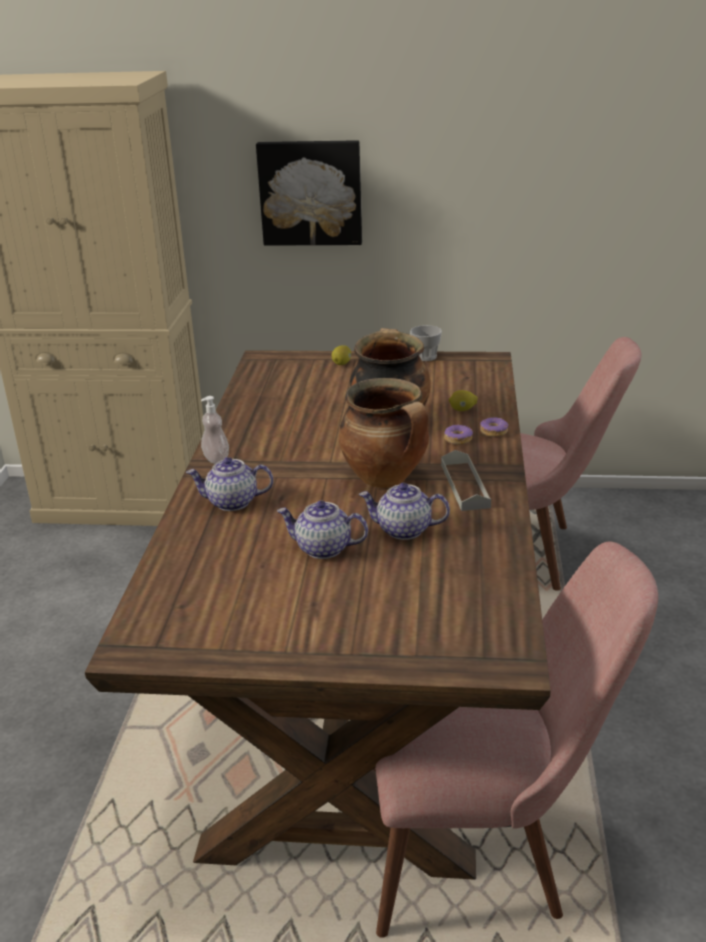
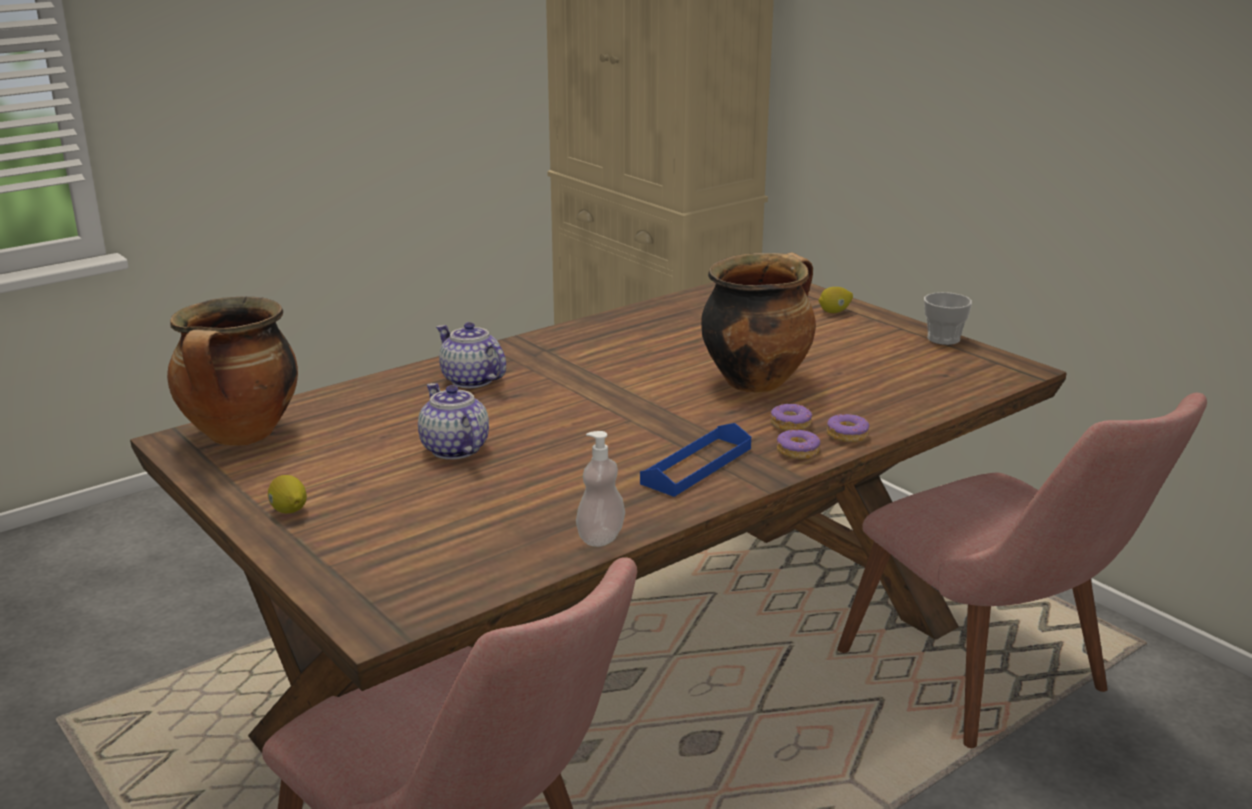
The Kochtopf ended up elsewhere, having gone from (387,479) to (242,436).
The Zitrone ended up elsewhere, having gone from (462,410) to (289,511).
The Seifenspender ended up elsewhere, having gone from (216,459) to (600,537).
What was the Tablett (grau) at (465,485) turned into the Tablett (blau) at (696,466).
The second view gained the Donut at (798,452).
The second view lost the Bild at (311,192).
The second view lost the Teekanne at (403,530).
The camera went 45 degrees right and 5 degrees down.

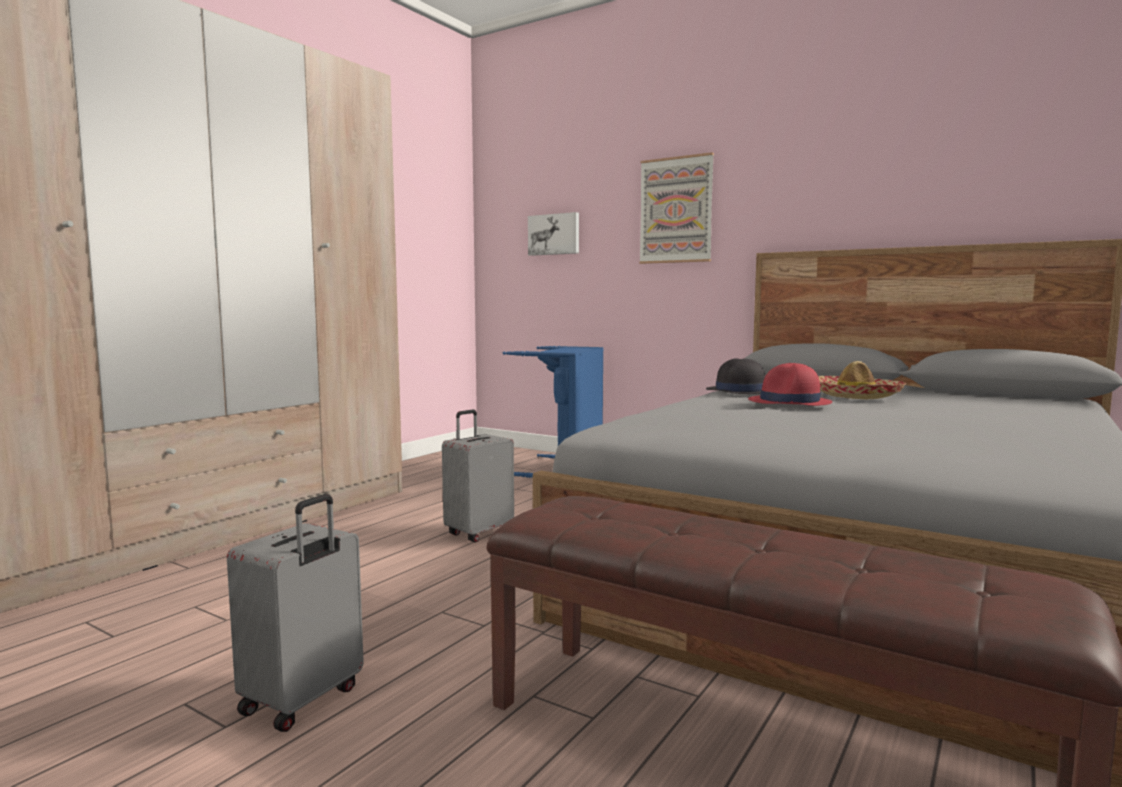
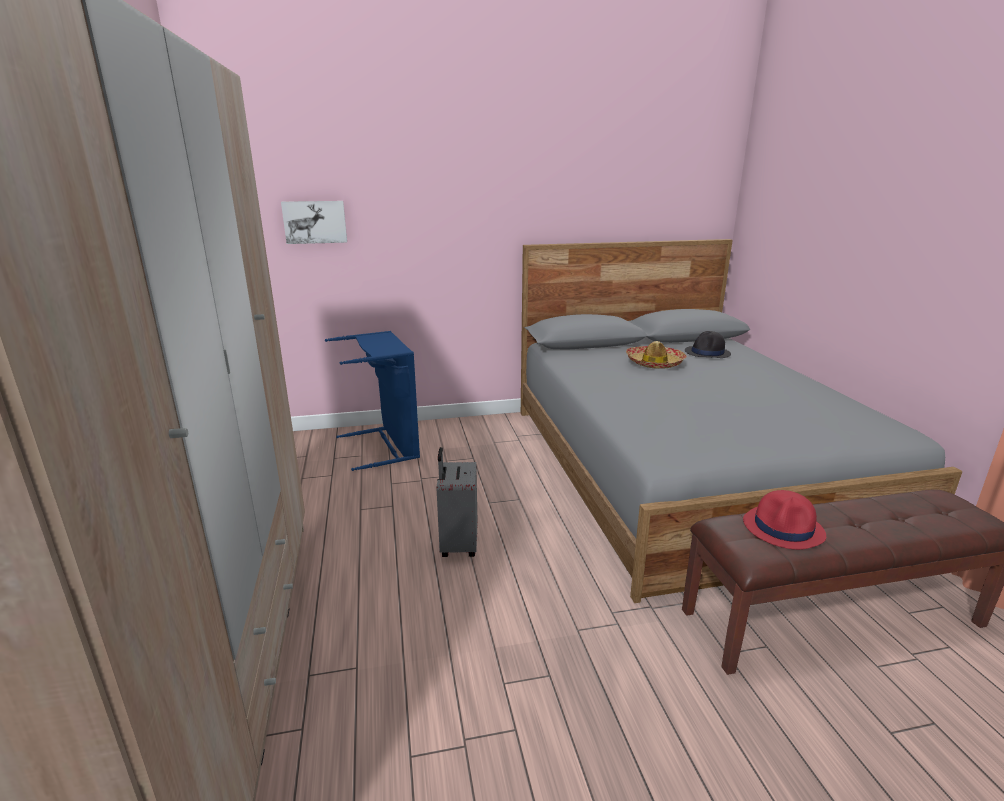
The Hut (schwarz) ended up elsewhere, having gone from (739,392) to (707,353).
The Hut (rot) ended up elsewhere, having gone from (789,402) to (784,528).
The second view lost the Koffer (grau) at (303,700).
The second view lost the Bild at (676,210).
The camera went 45 degrees left and 15 degrees up.

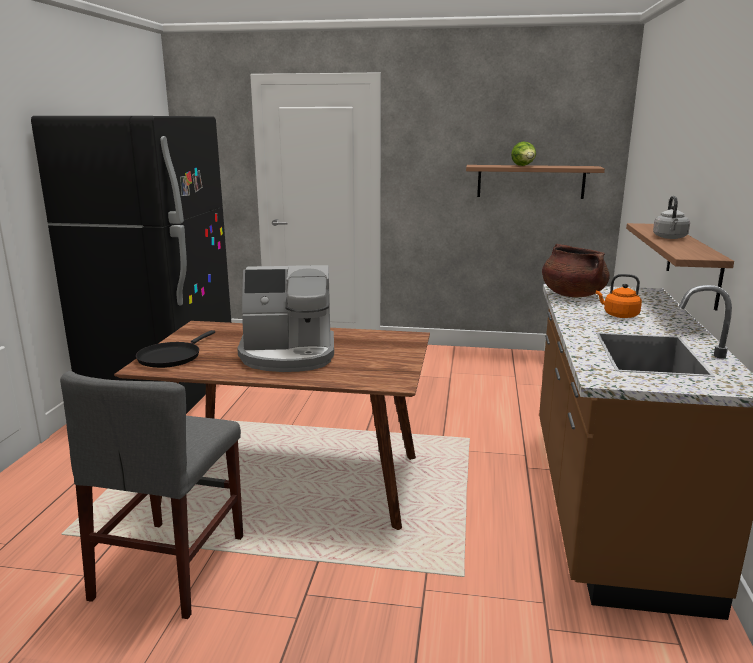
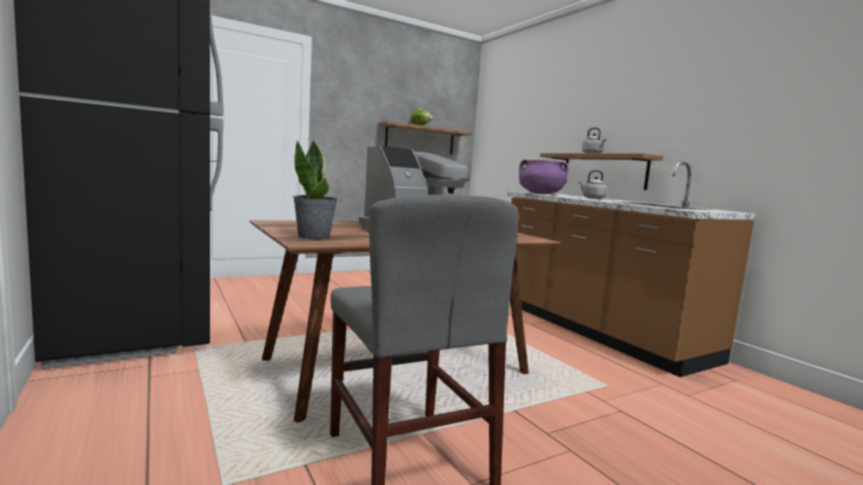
Where the Pfanne (schwarz) stood at (171,357), the Topfpflanze came to stand at (314,236).
What was the Kochtopf (braun) at (572,295) turned into the Kochtopf (lila) at (540,194).
What was the Wasserkessel (orange) at (618,315) turned into the Wasserkessel (grau) at (592,198).
The camera went 40 degrees left and 10 degrees down.

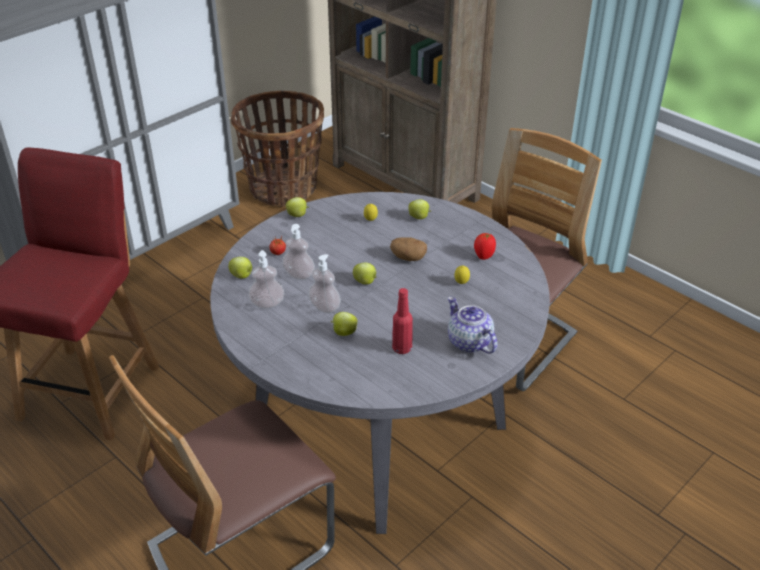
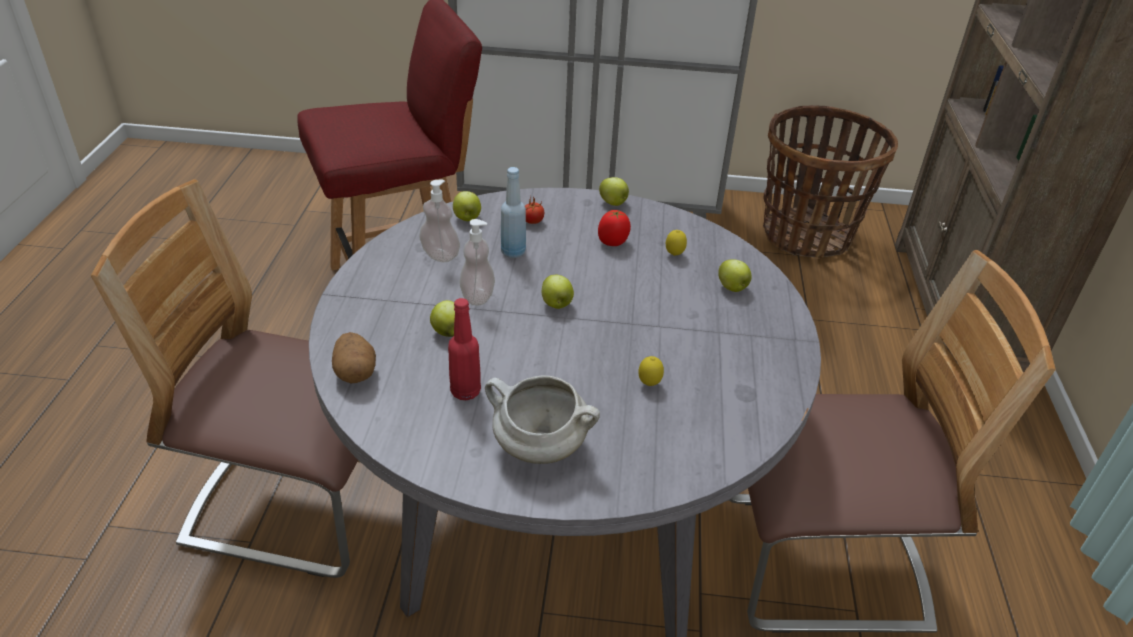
The Kartoffel ended up elsewhere, having gone from (408,257) to (355,372).
Where the Teekanne stood at (468,342), the Kochtopf (weiß) came to stand at (538,447).
Where the Seifenspender stood at (299,274), the Flasche (blau) came to stand at (513,252).
The Tomate ended up elsewhere, having gone from (484,256) to (613,242).
The camera went 50 degrees right and 0 degrees up.

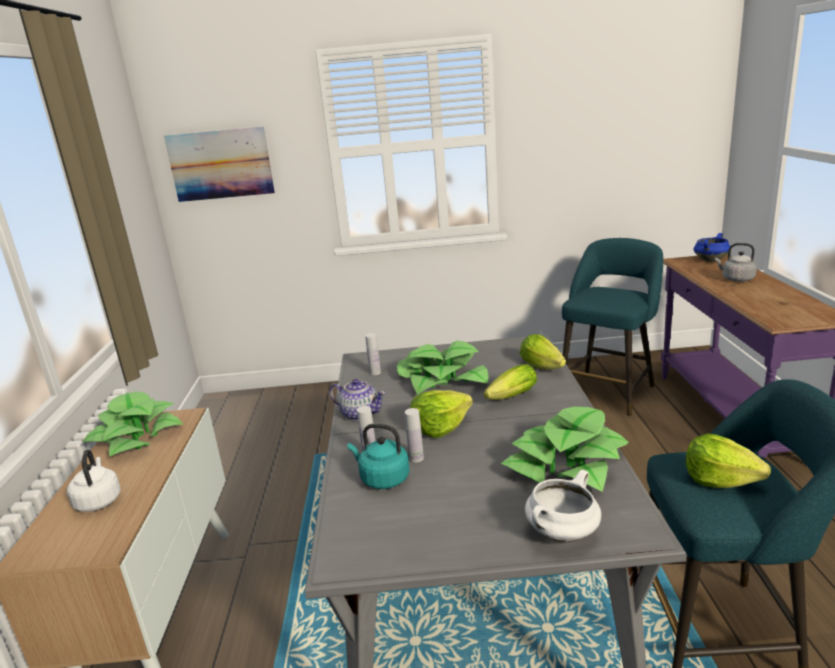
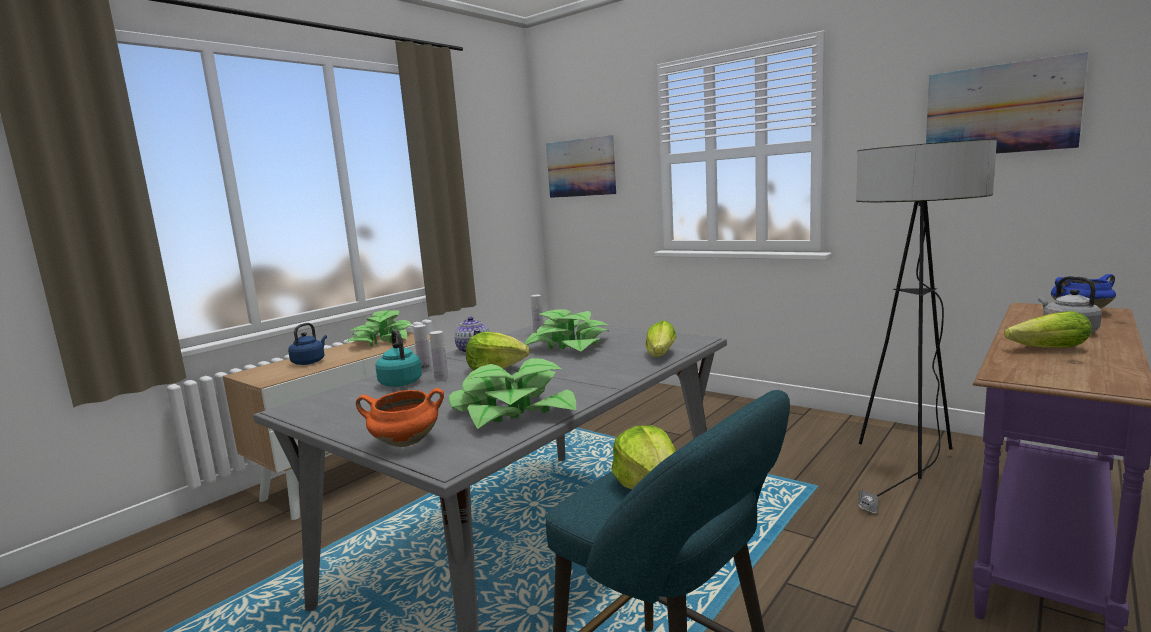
What was the Wasserkessel (weiß) at (99,500) turned into the Wasserkessel (blau) at (310,362).
What was the Kochtopf (weiß) at (562,534) turned into the Kochtopf (orange) at (404,443).
Where the Hocker (türkis) stood at (608,391), the Stehlampe came to stand at (907,465).
The second view gained the Bild at (1000,109).
The Salatkopf ended up elsewhere, having gone from (509,398) to (1044,349).
The camera went 40 degrees right and 10 degrees down.

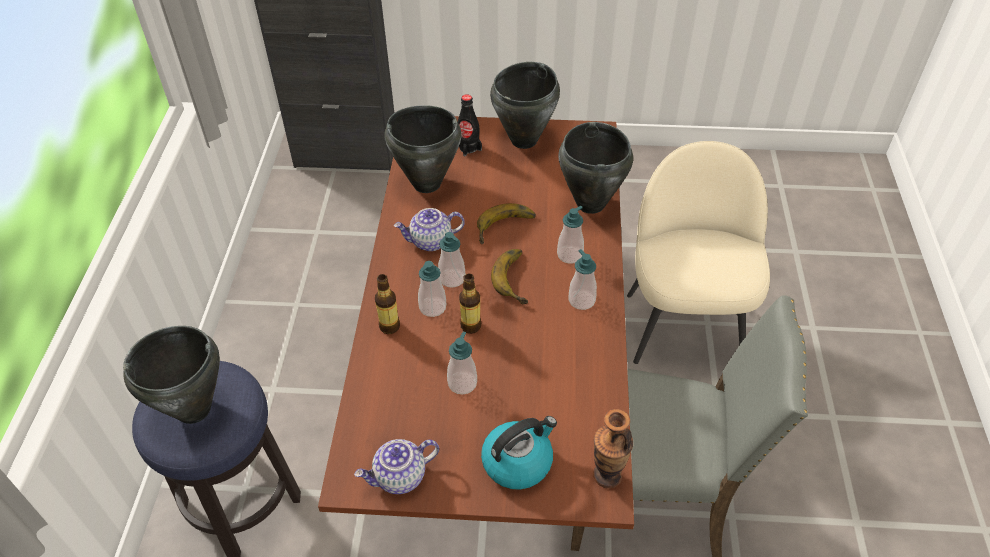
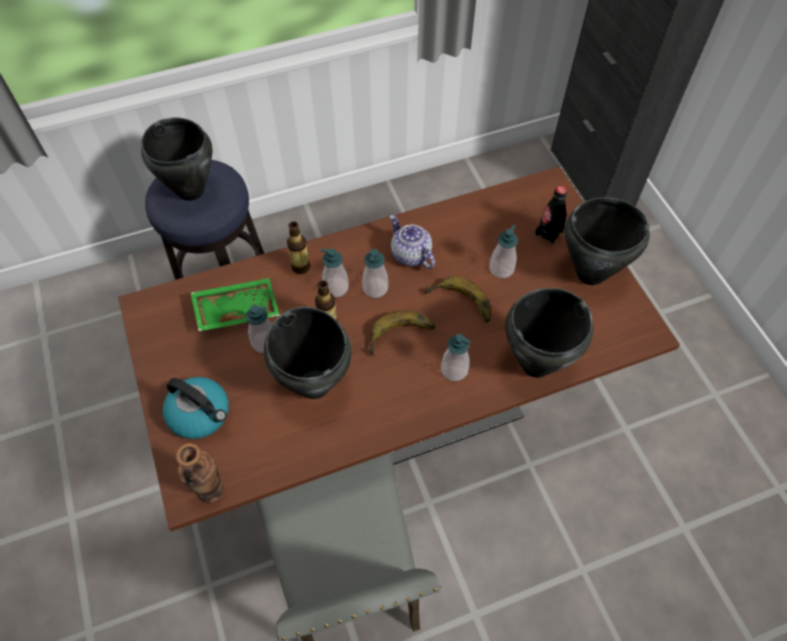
The second view gained the Tablett (grün) at (236,309).
The Kochtopf (schwarz) ended up elsewhere, having gone from (426,183) to (315,383).
The Seifenspender ended up elsewhere, having gone from (581,300) to (501,269).
The second view lost the Teekanne at (400,477).
The second view lost the Stuhl (beige) at (684,325).
The camera went 65 degrees right and 10 degrees up.

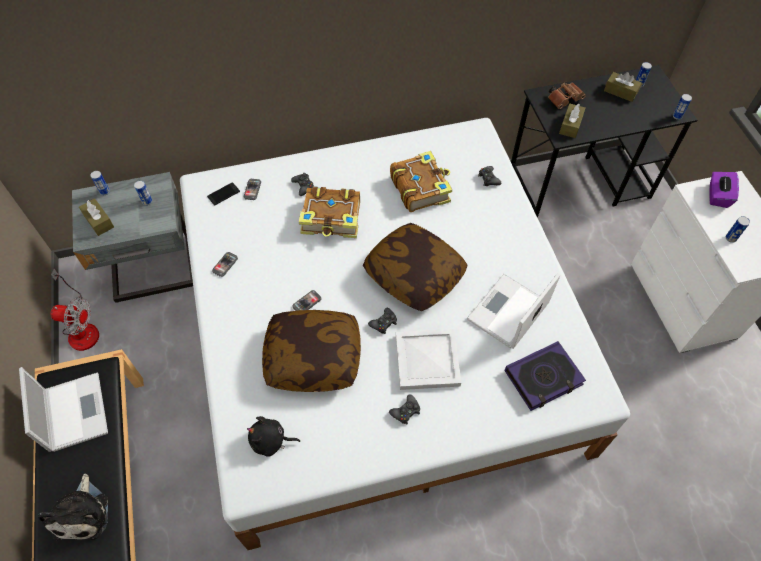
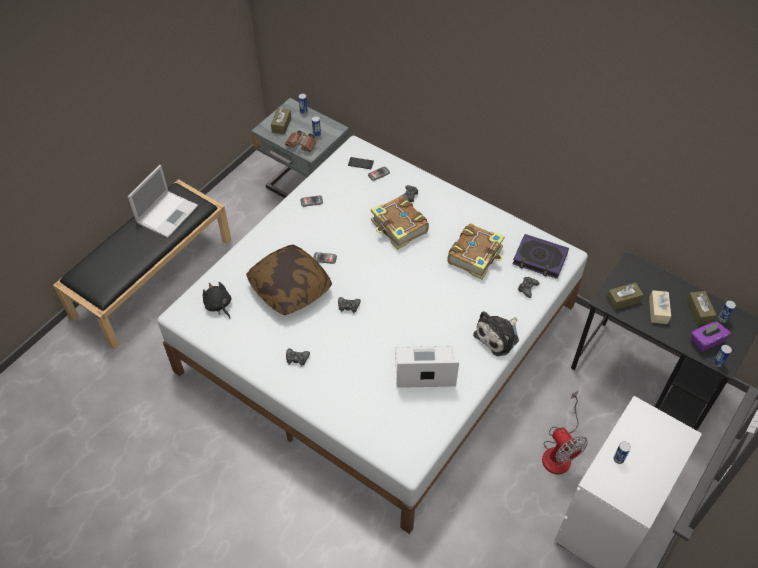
The Fernglas (braun) ended up elsewhere, having gone from (565,99) to (302,146).
The Plüschtier ended up elsewhere, having gone from (82,513) to (498,336).
The Buch ended up elsewhere, having gone from (543,378) to (539,259).
The Ventilator ended up elsewhere, having gone from (81,328) to (559,451).
The second view gained the Taschentuchbox (beige) at (658,311).
The Taschentuchbox (lila) ended up elsewhere, having gone from (717,196) to (706,341).
The second view lost the Kissen at (414,275).
The second view lost the Tablett (weiß) at (428,361).
The camera went 50 degrees right and 5 degrees down.

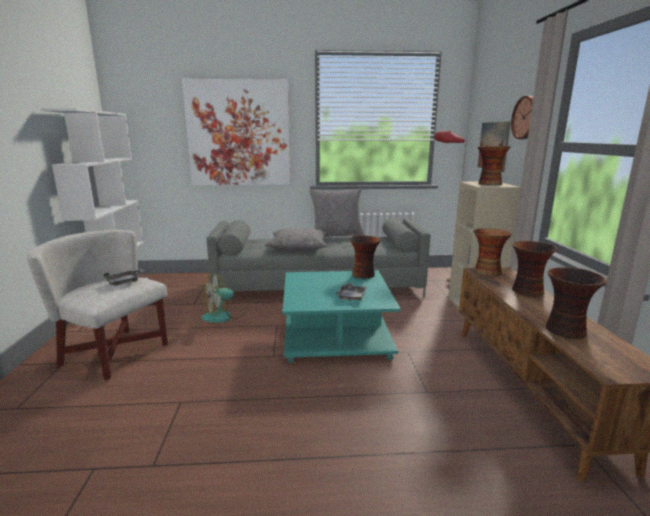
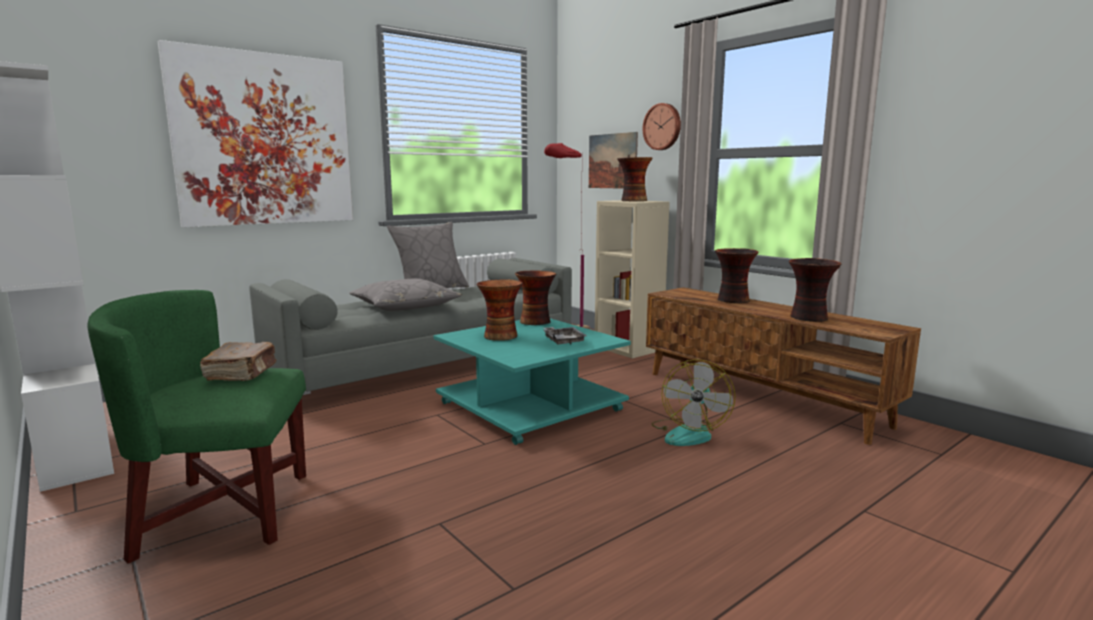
What was the Sessel (weiß) at (115,353) turned into the Sessel (grün) at (224,512).
Where the Tablett (grau) stood at (125,282), the Buch (braun) came to stand at (242,373).
The Vase ended up elsewhere, having gone from (487,272) to (500,336).
The Ventilator ended up elsewhere, having gone from (223,316) to (689,433).
The camera went 35 degrees left and 5 degrees down.

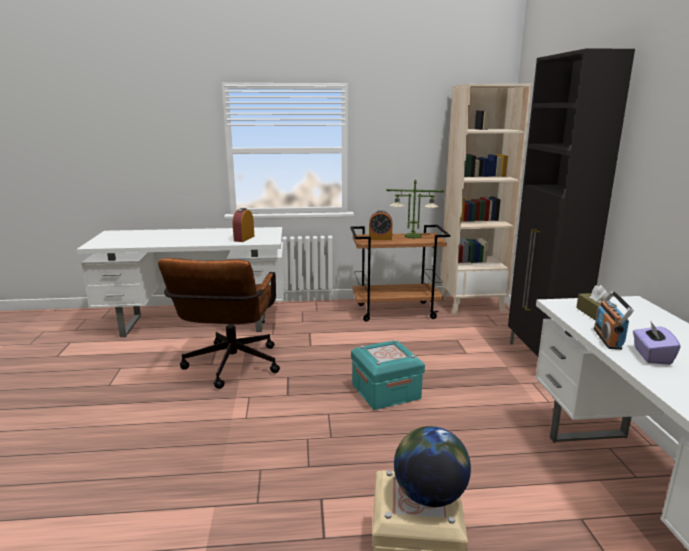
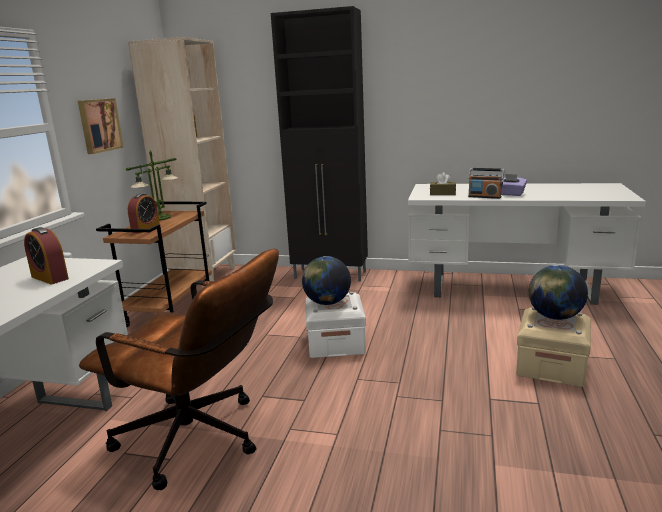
The second view gained the Bild at (99,125).
The second view gained the Globus at (327,302).
What was the Aufbewahrungsbox (türkis) at (386,392) turned into the Aufbewahrungsbox (weiß) at (336,343).
The camera went 70 degrees left and 0 degrees up.

